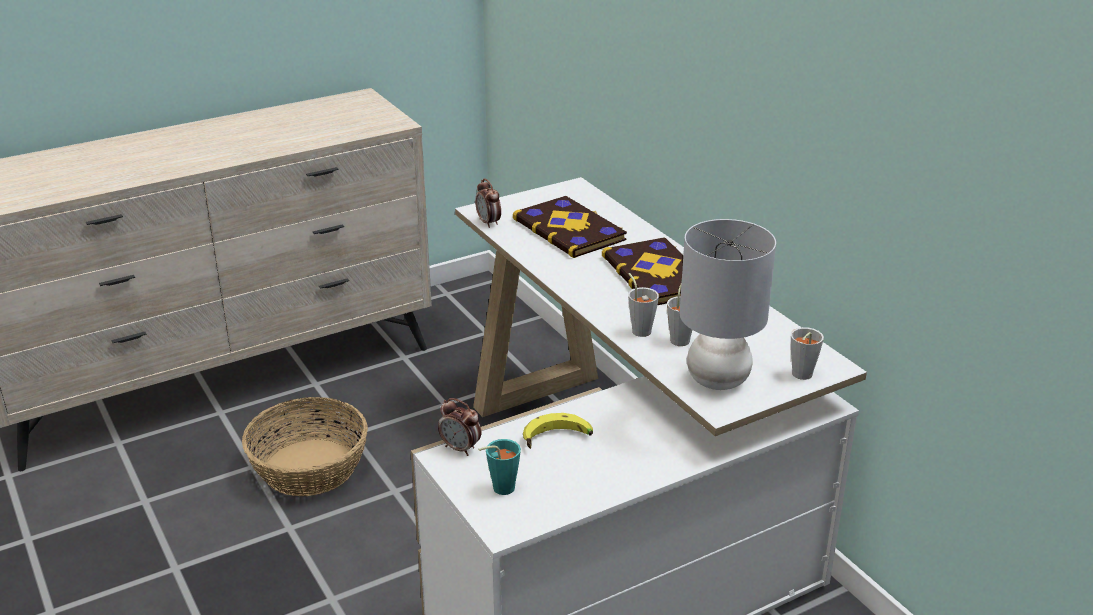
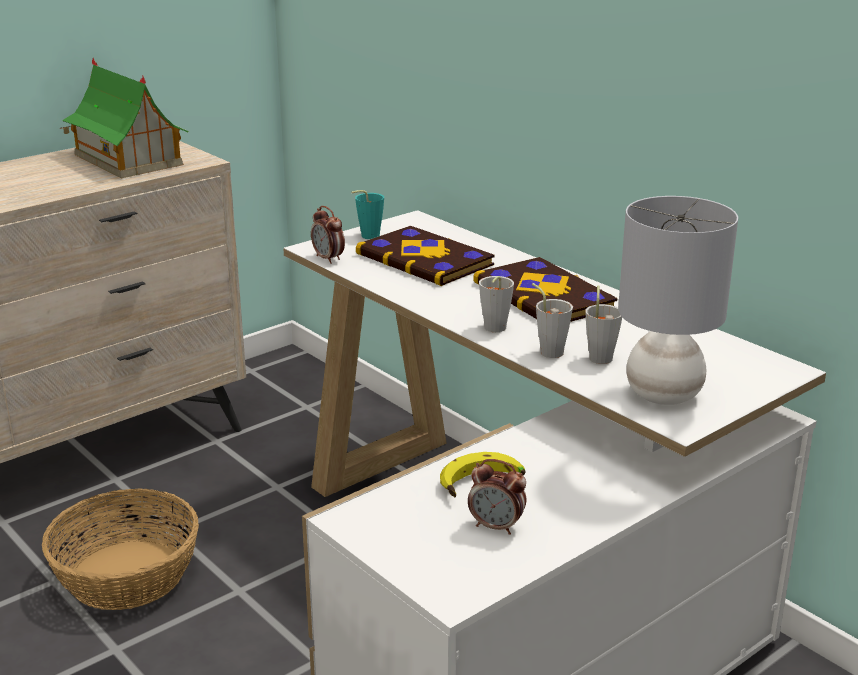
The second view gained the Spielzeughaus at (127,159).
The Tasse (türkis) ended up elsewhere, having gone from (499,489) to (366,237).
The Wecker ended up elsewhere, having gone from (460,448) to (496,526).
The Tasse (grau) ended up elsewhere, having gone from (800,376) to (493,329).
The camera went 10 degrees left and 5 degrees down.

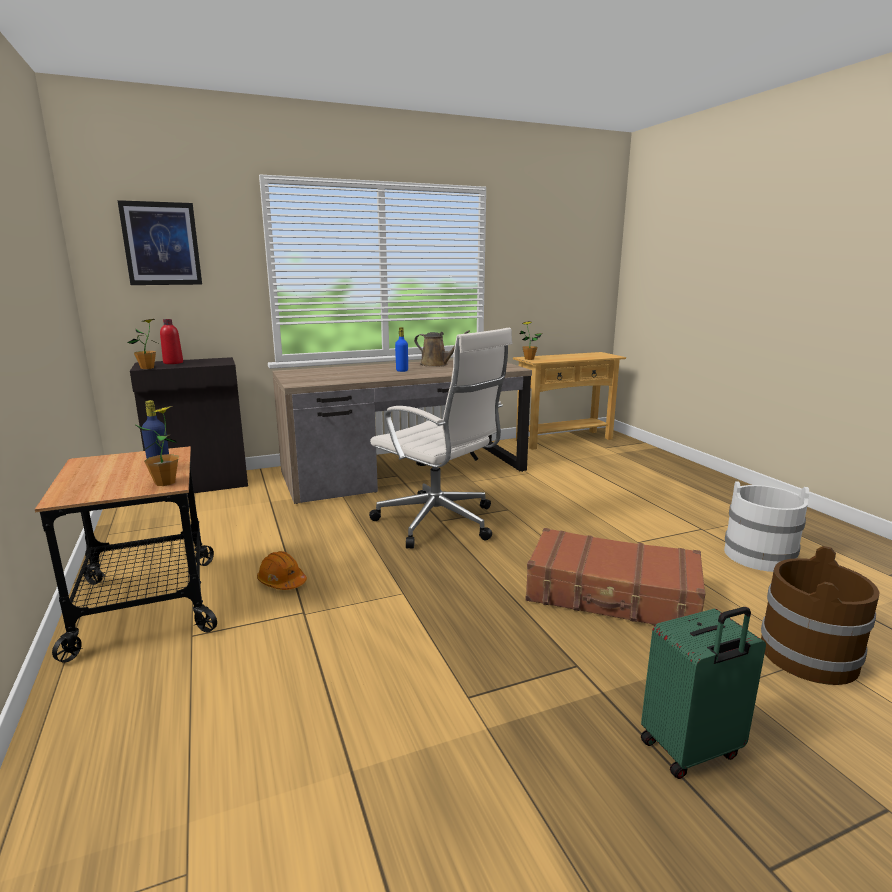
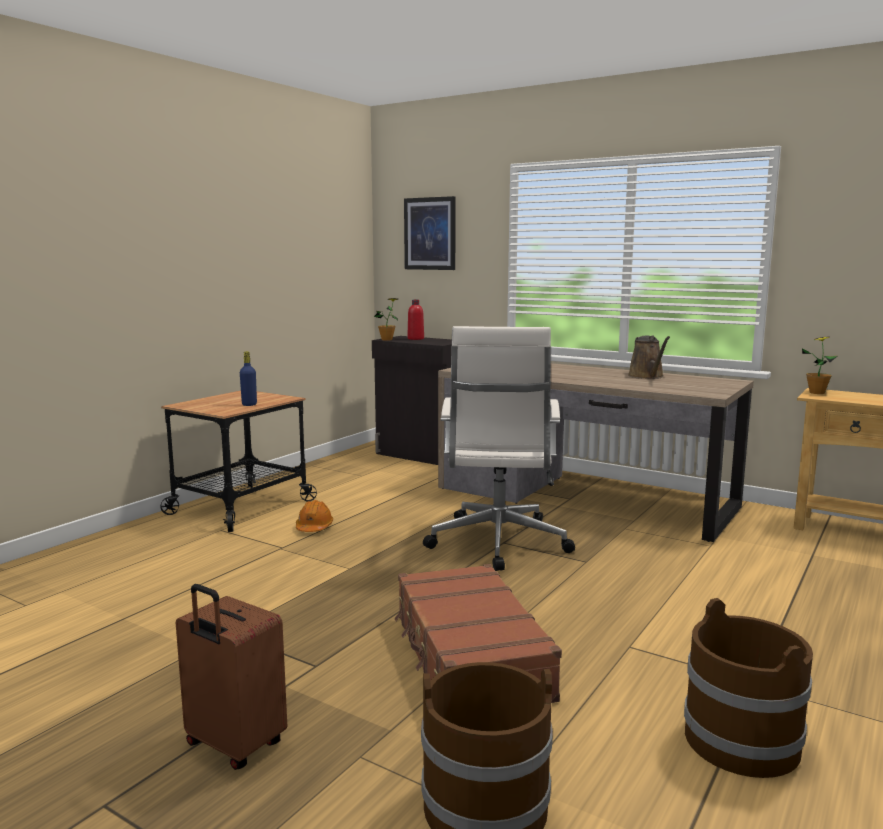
What was the Koffer (grün) at (691,750) turned into the Koffer (braun) at (233,746).
What was the Eimer (weiß) at (758,556) turned into the Eimer (braun) at (740,740).
The second view lost the Topfpflanze at (165,482).
The second view lost the Flasche (blau) at (402,371).
The camera went 55 degrees right and 5 degrees down.

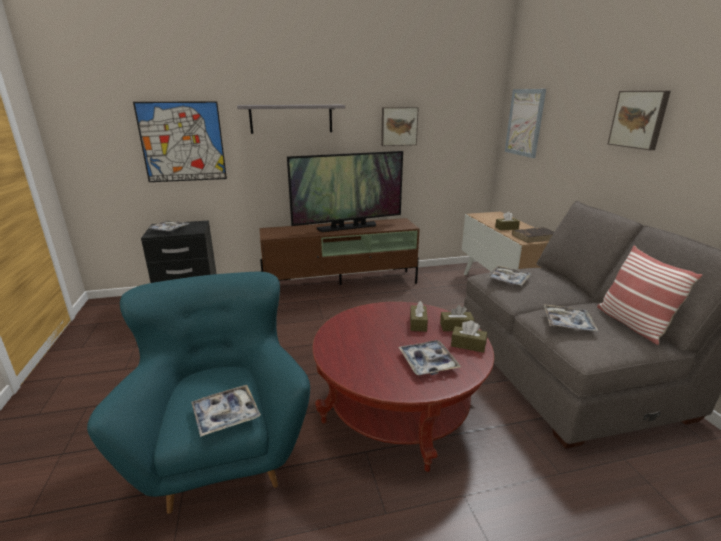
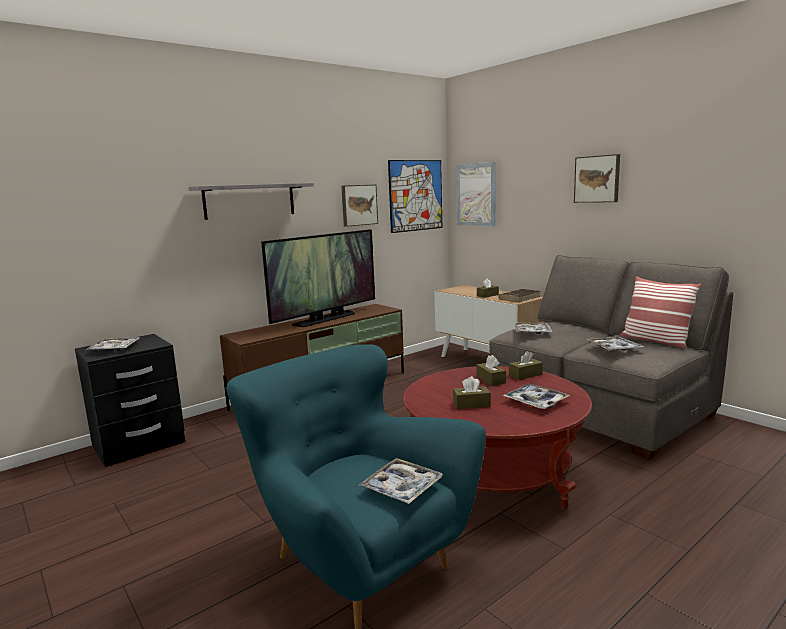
The Bild ended up elsewhere, having gone from (182,142) to (416,195).
The Taschentuchbox (braun) ended up elsewhere, having gone from (468,345) to (471,404).
The camera went 25 degrees left and 10 degrees down.

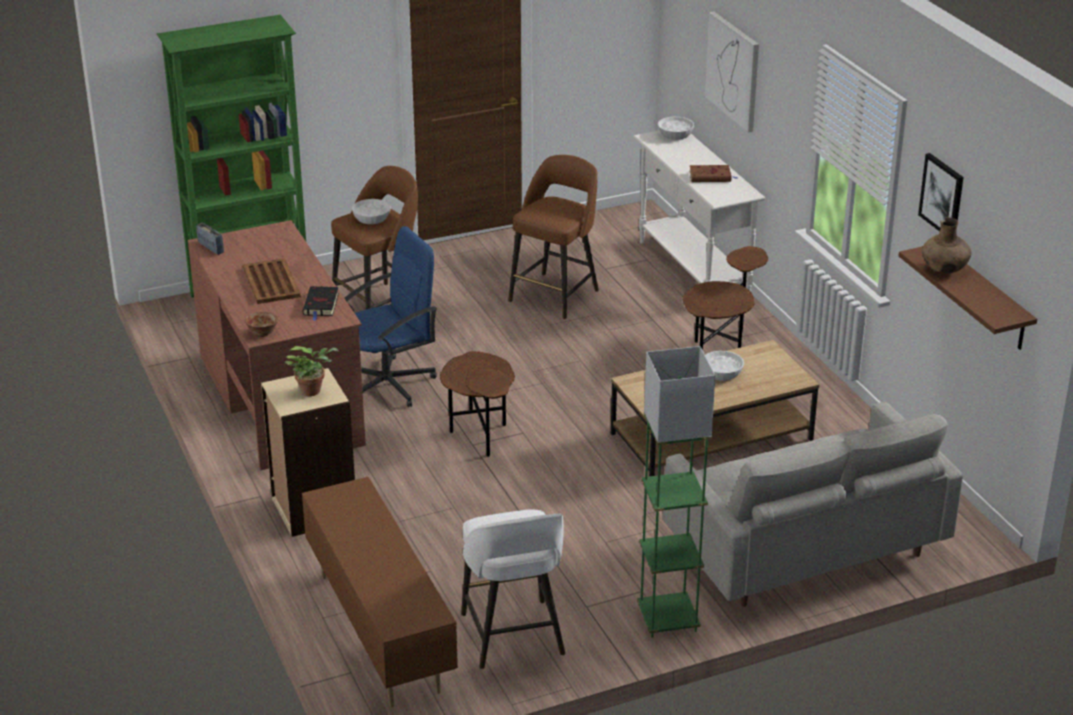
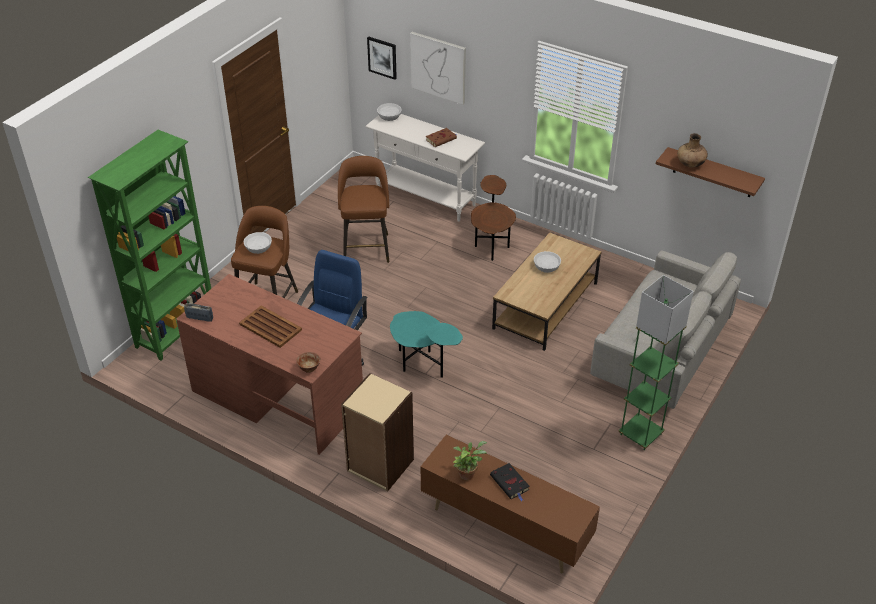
The Bild ended up elsewhere, having gone from (942,196) to (382,57).
What was the Beistelltisch (braun) at (481,435) turned into the Beistelltisch (türkis) at (423,365).
The Topfpflanze ended up elsewhere, having gone from (313,390) to (467,473).
The Buch (schwarz) ended up elsewhere, having gone from (321,305) to (510,483).
The second view lost the Hocker (weiß) at (513,636).
The camera went 35 degrees left and 10 degrees up.

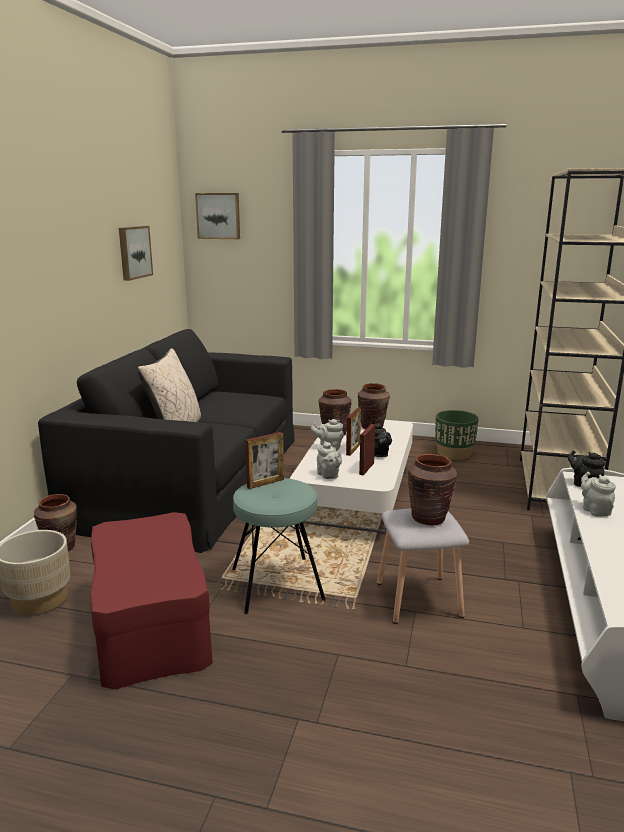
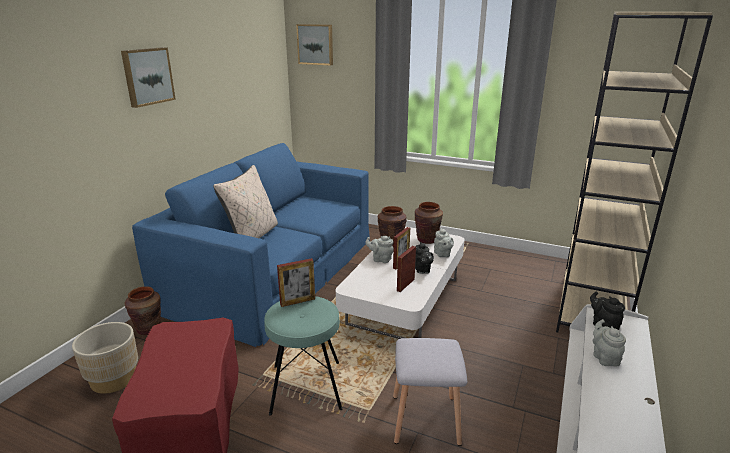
The Bild ended up elsewhere, having gone from (133,252) to (147,76).
What was the Sofa (schwarz) at (191,478) turned into the Sofa (blau) at (273,271).
The Teekanne (grau) ended up elsewhere, having gone from (328,476) to (442,254).
The second view lost the Vase (braun) at (429,518).
The second view lost the Pflanzkübel (grün) at (454,453).
The camera went 10 degrees right and 5 degrees up.

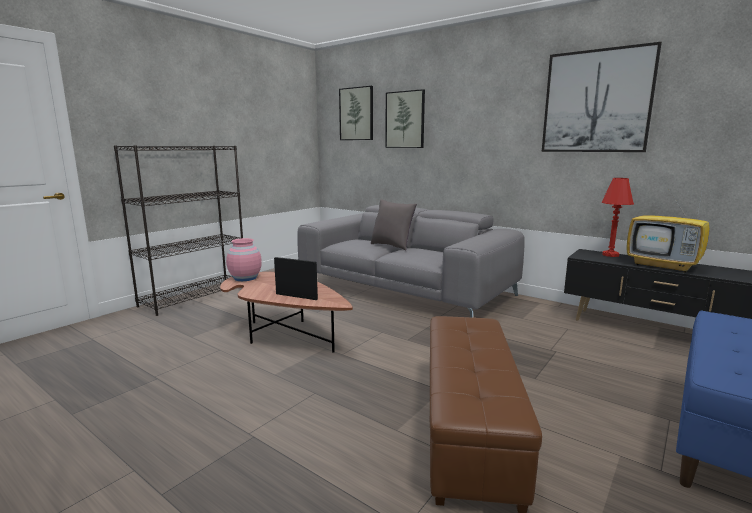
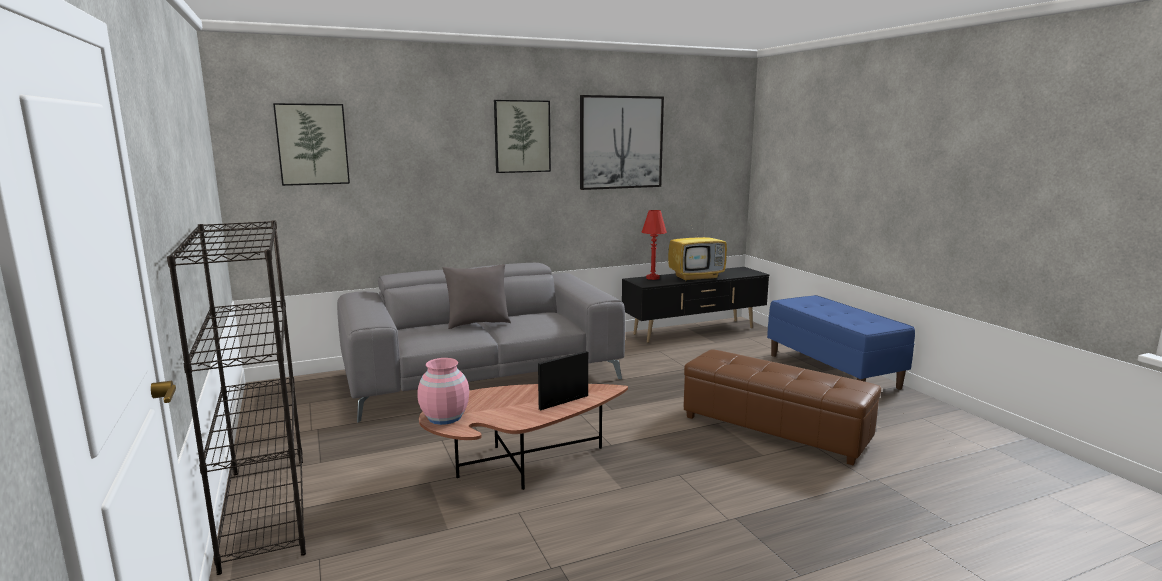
The Bild ended up elsewhere, having gone from (405,120) to (522,136).
The camera went 60 degrees left and 0 degrees up.

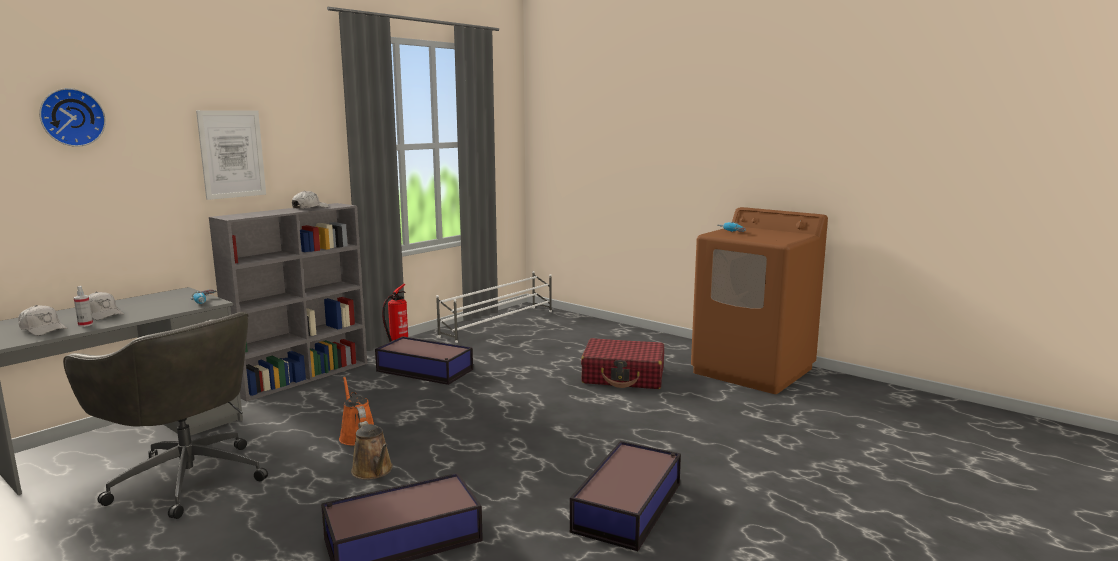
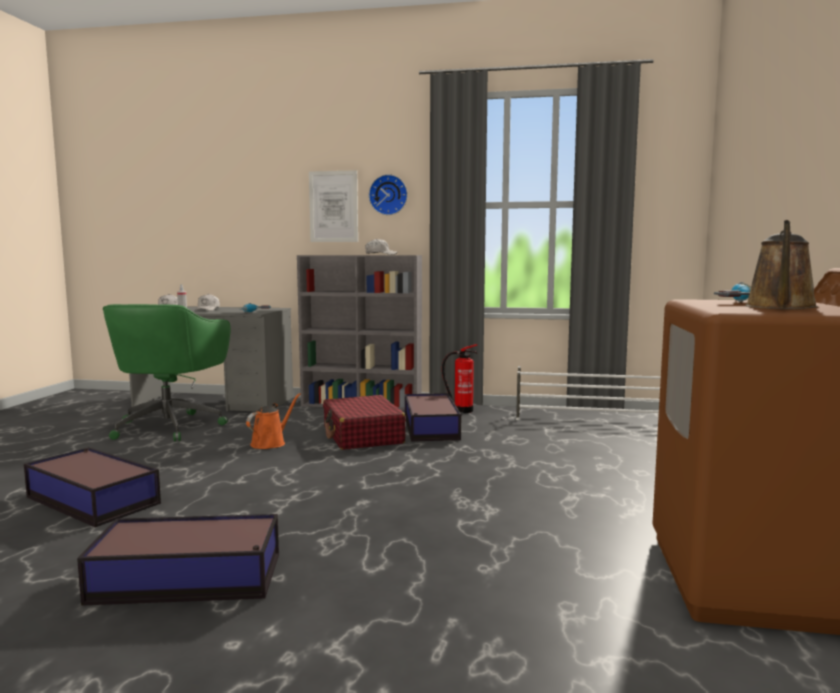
What was the Bürostuhl (grau) at (187,478) turned into the Bürostuhl (grün) at (170,426).
The Koffer (rot) ended up elsewhere, having gone from (623,376) to (362,435).
The Wanduhr ended up elsewhere, having gone from (71,117) to (388,195).
The Gießkanne (braun) ended up elsewhere, having gone from (373,471) to (780,307).
The camera went 60 degrees right and 5 degrees down.

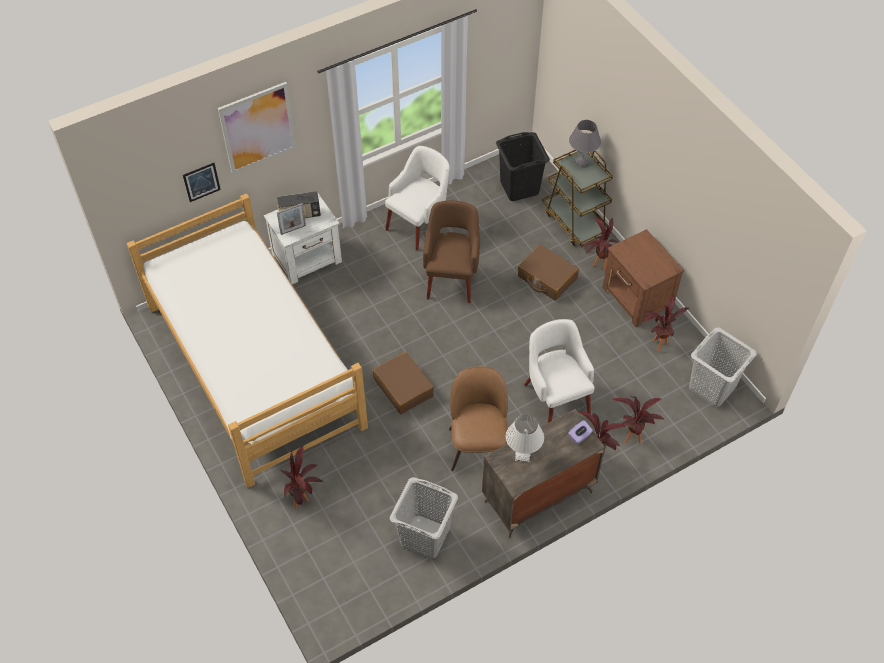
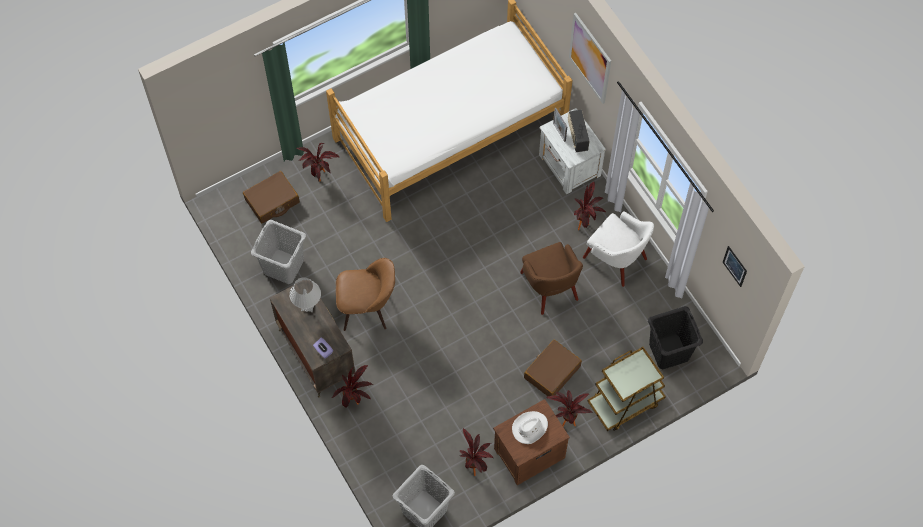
The Koffer (braun) ended up elsewhere, having gone from (403,387) to (272,201).
The second view gained the Hut (weiß) at (529,428).
The Sessel (braun) at (452,277) ended up facing another way, 60 degrees clockwise from before.
The Topfpflanze ended up elsewhere, having gone from (631,435) to (585,223).
The Bild ended up elsewhere, having gone from (201,182) to (735,266).
The second view lost the Sessel (weiß) at (555,397).
The second view lost the Tischlampe (grau) at (581,162).
The camera went 90 degrees right and 10 degrees up.

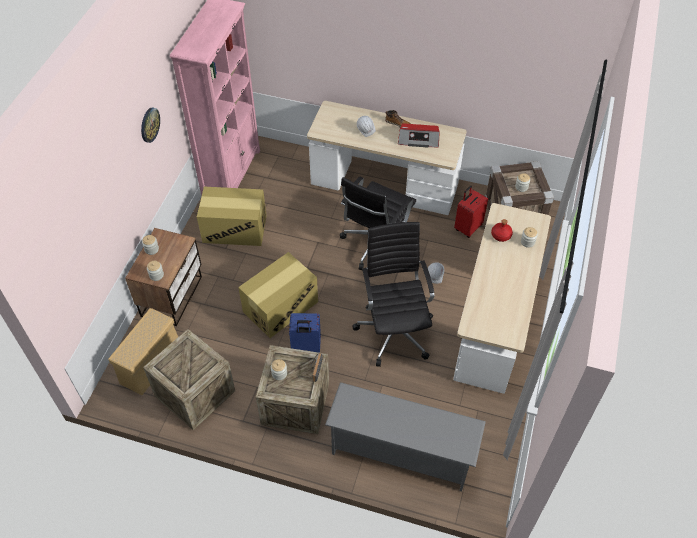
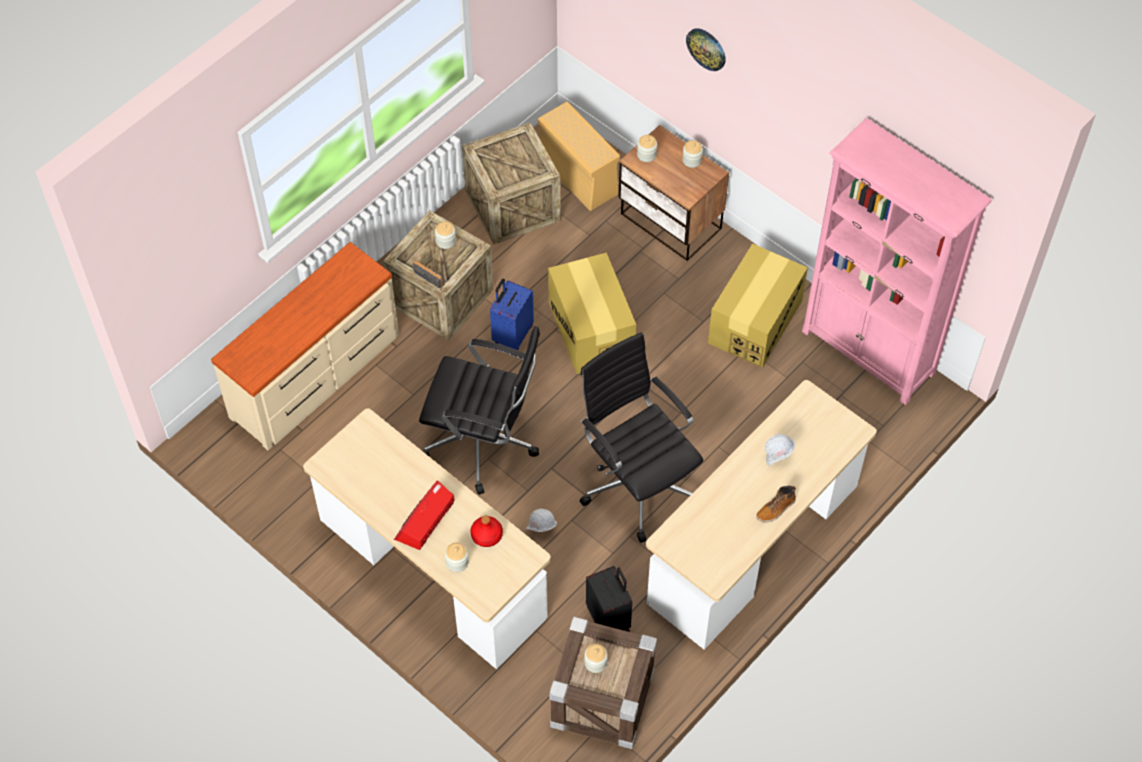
Where the Schuhregal (grau) stood at (401,451), the Kommode (beige) came to stand at (316,376).
The Radio ended up elsewhere, having gone from (418,139) to (425,520).
What was the Koffer (rot) at (467,227) turned into the Koffer (schwarz) at (609,619).
The Wanduhr ended up elsewhere, having gone from (149,124) to (706,48).
The camera went 115 degrees right and 5 degrees up.

